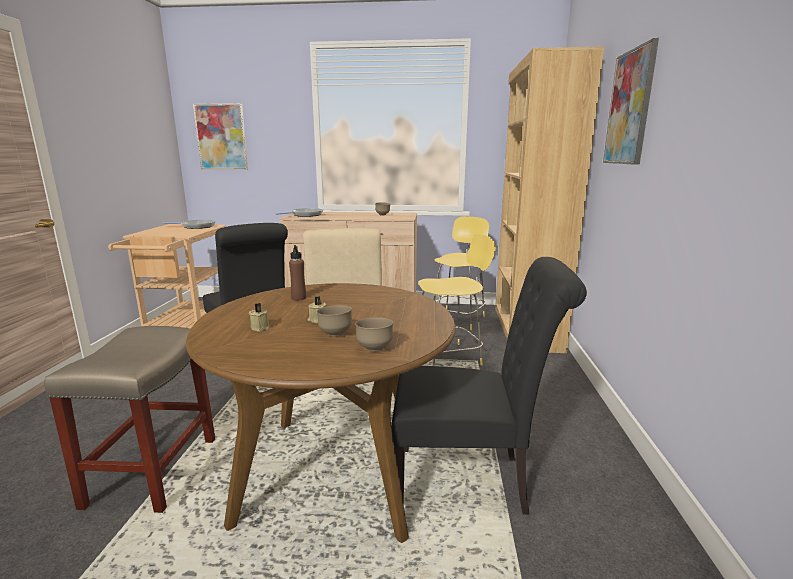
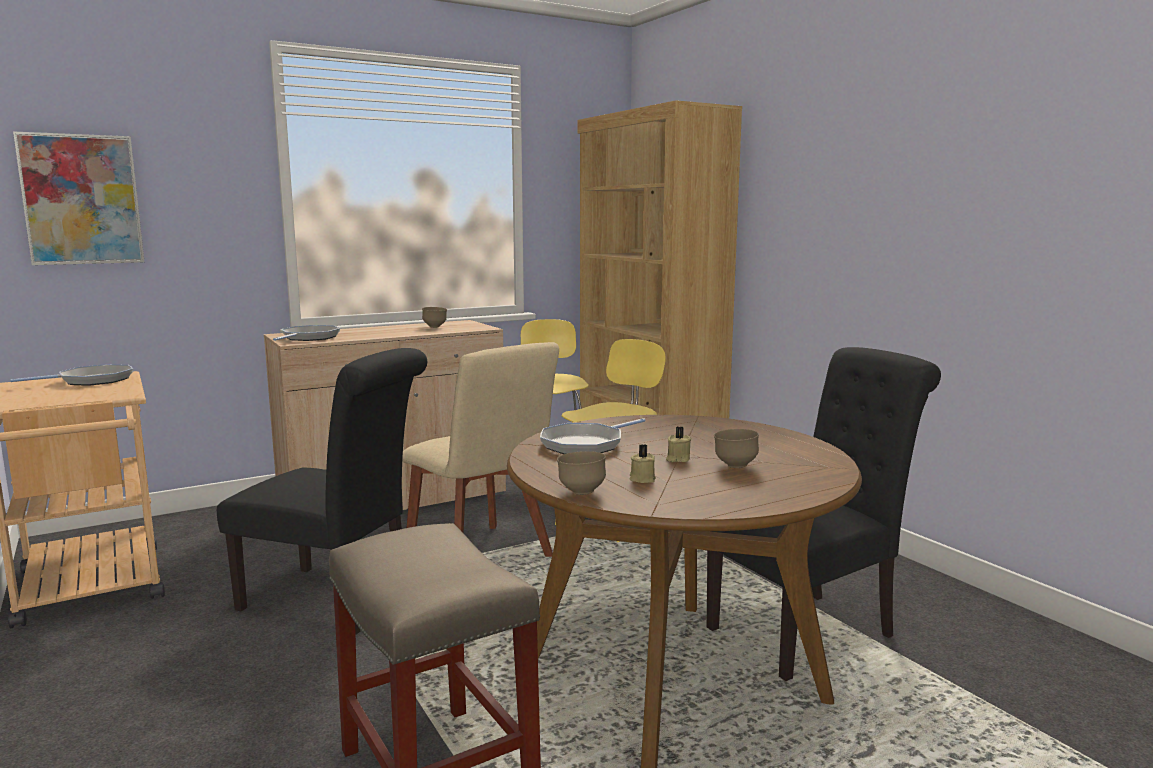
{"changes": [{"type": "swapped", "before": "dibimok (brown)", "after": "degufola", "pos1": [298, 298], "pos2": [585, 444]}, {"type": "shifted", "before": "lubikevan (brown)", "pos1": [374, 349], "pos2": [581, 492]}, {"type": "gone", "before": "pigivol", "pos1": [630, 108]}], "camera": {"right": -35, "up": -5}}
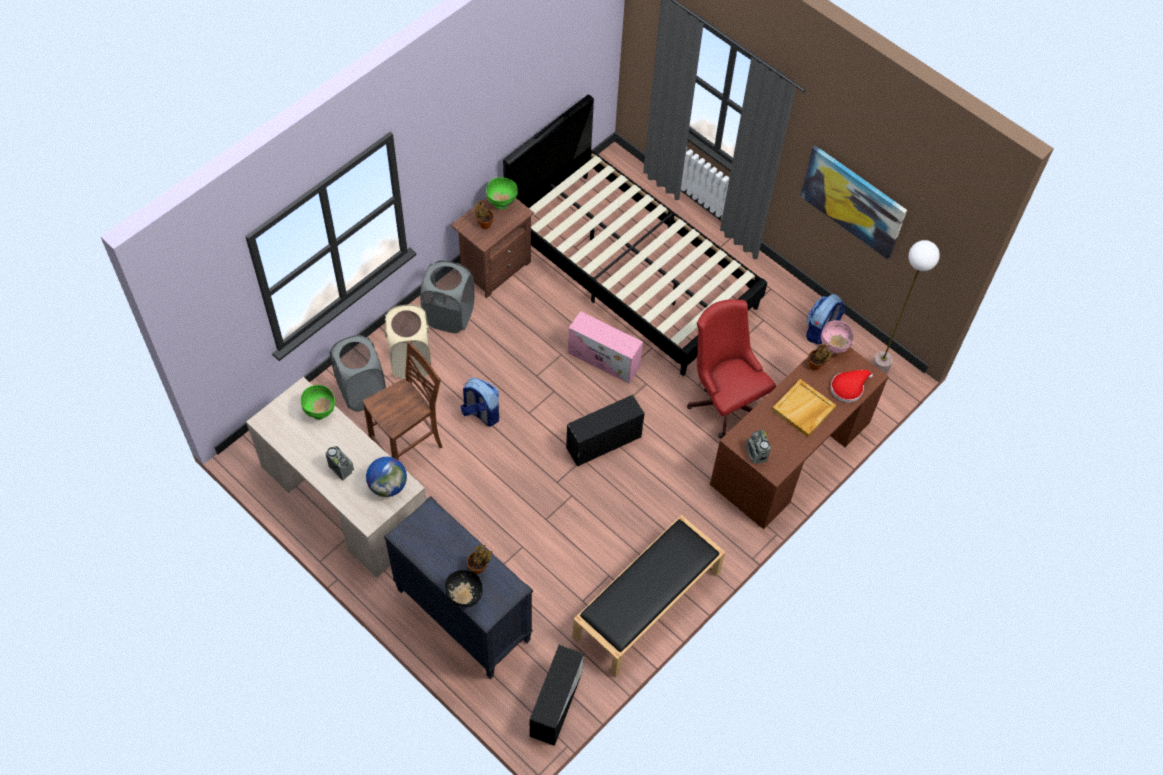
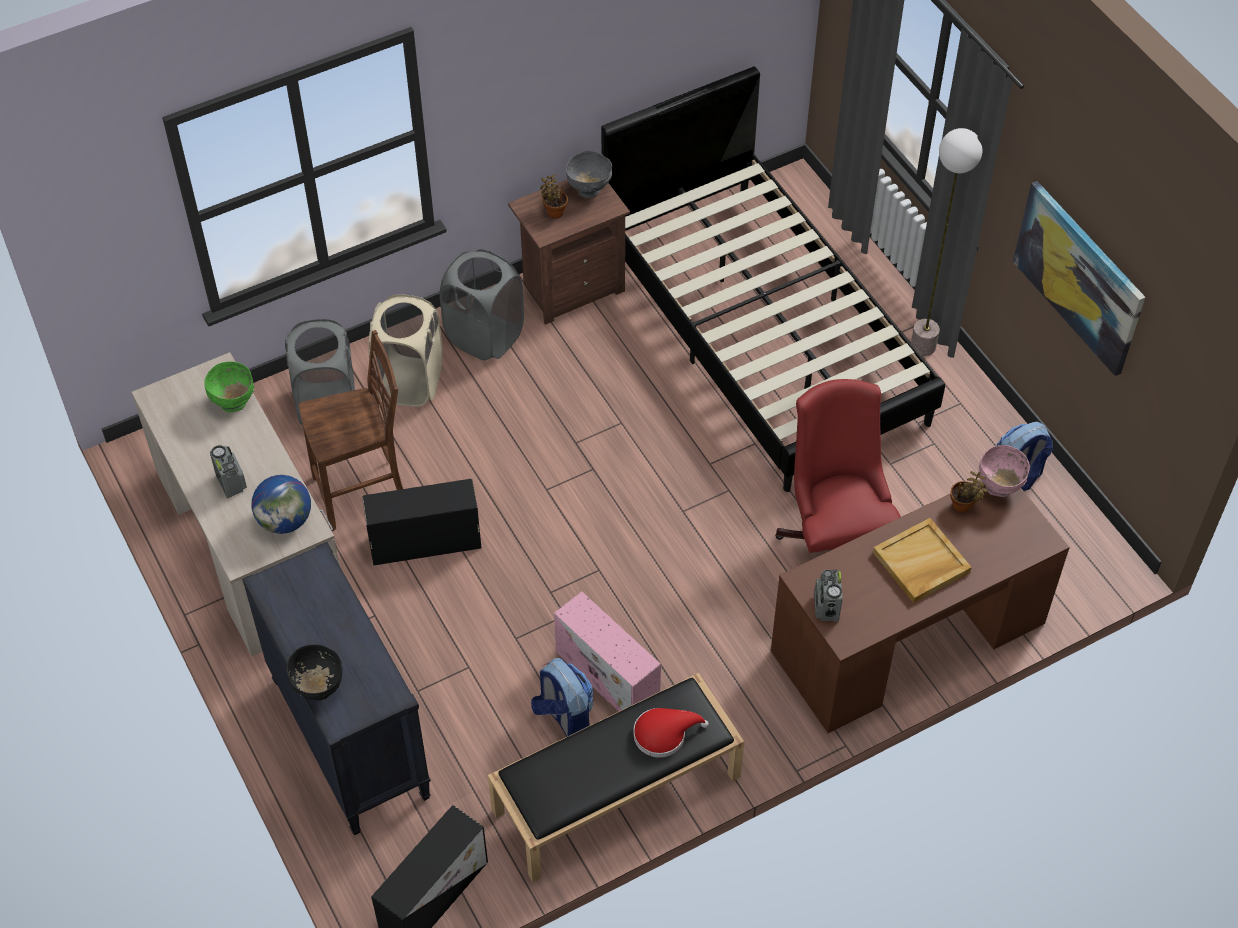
{"changes": [{"type": "shifted", "before": "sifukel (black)", "pos1": [602, 443], "pos2": [423, 542]}, {"type": "shifted", "before": "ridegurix", "pos1": [481, 413], "pos2": [564, 716]}, {"type": "shifted", "before": "sifukel (pink)", "pos1": [604, 360], "pos2": [608, 678]}, {"type": "repainted", "before": "lubikevan (green)", "after": "lubikevan (grey)", "pos1": [501, 203], "pos2": [589, 190]}, {"type": "shifted", "before": "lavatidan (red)", "pos1": [848, 387], "pos2": [664, 734]}, {"type": "shifted", "before": "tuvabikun", "pos1": [880, 369], "pos2": [923, 346]}, {"type": "gone", "before": "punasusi", "pos1": [479, 567]}], "camera": {"right": 20, "up": -5}}
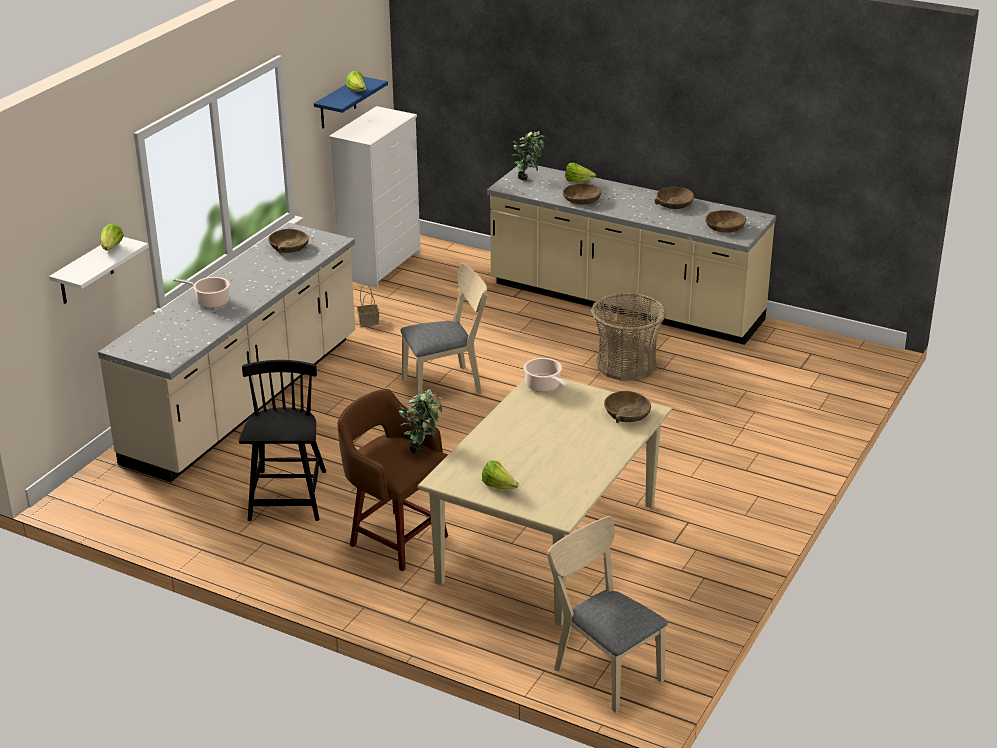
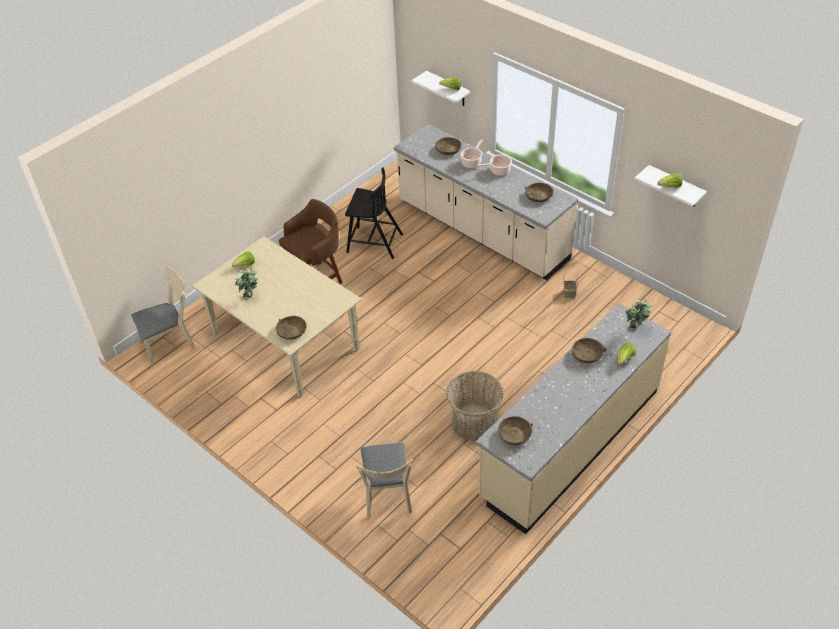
{"changes": [{"type": "shifted", "before": "punasusi", "pos1": [422, 448], "pos2": [250, 298]}, {"type": "shifted", "before": "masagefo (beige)", "pos1": [448, 384], "pos2": [387, 497]}, {"type": "shifted", "before": "lubikevan (brown)", "pos1": [674, 204], "pos2": [448, 149]}, {"type": "shifted", "before": "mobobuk", "pos1": [544, 386], "pos2": [498, 171]}, {"type": "repainted", "before": "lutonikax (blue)", "after": "lutonikax (white)", "pos1": [338, 103], "pos2": [675, 187]}, {"type": "gone", "before": "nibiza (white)", "pos1": [381, 265]}], "camera": {"right": 105, "up": 15}}
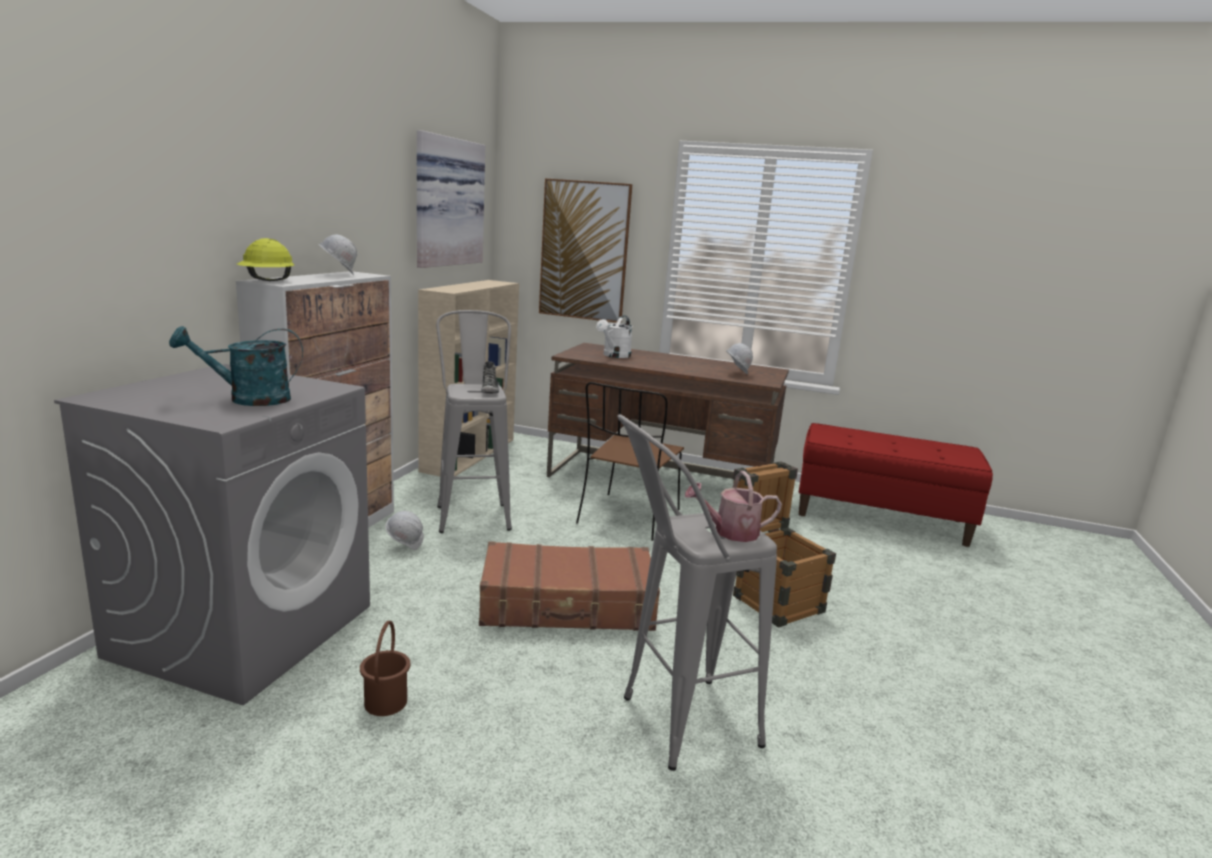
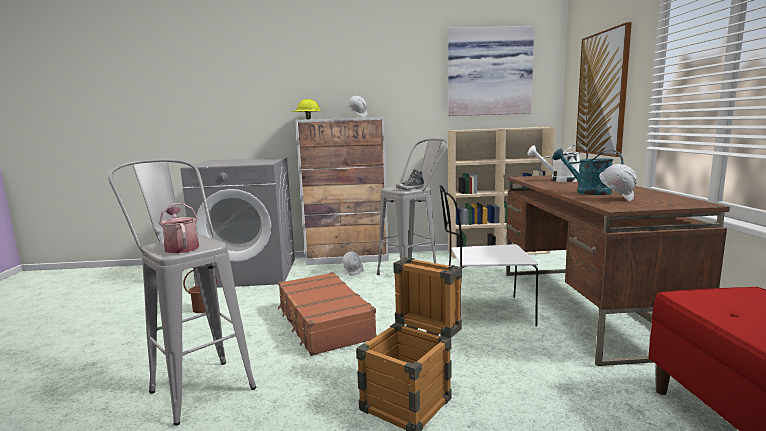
{"changes": [{"type": "repainted", "before": "masagefo (brown)", "after": "masagefo (white)", "pos1": [628, 518], "pos2": [483, 312]}, {"type": "shifted", "before": "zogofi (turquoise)", "pos1": [248, 399], "pos2": [587, 192]}], "camera": {"right": 70, "up": -5}}
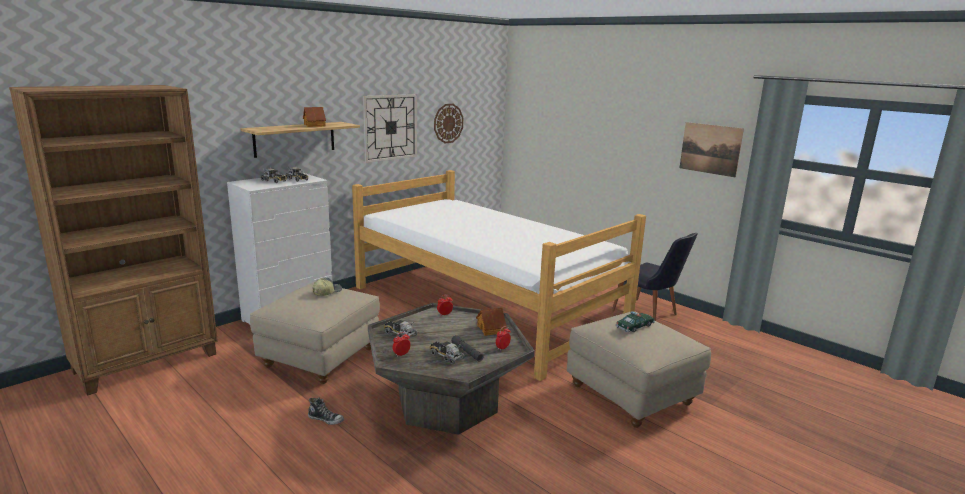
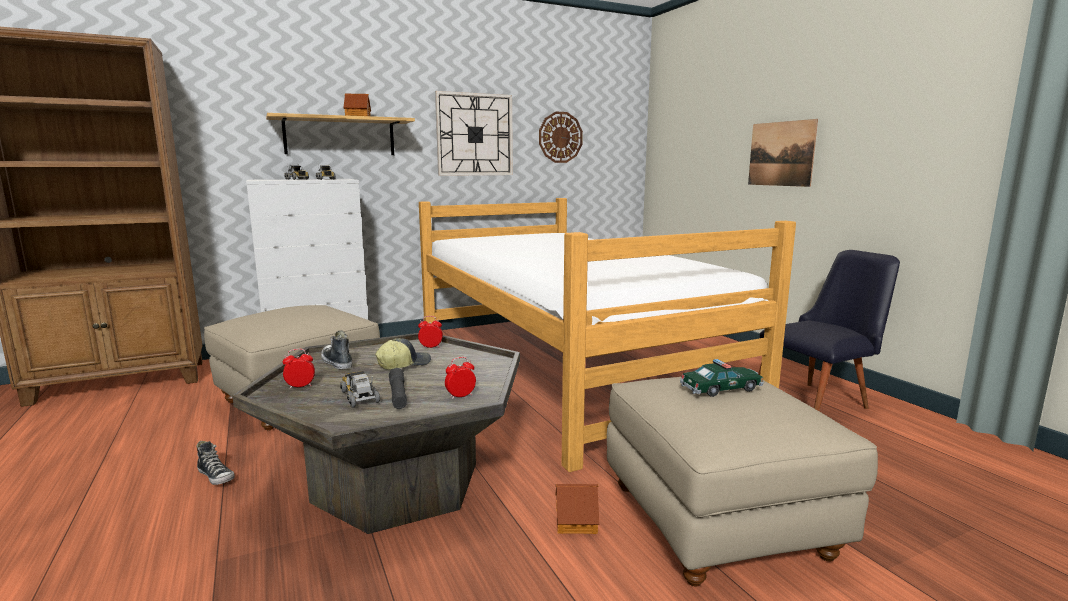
{"changes": [{"type": "swapped", "before": "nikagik", "after": "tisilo", "pos1": [399, 334], "pos2": [336, 362]}, {"type": "shifted", "before": "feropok", "pos1": [327, 292], "pos2": [403, 364]}, {"type": "shifted", "before": "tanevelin", "pos1": [491, 329], "pos2": [577, 520]}, {"type": "shifted", "before": "pigivol", "pos1": [710, 149], "pos2": [781, 154]}, {"type": "rotated", "before": "masagefo (black)", "pos1": [649, 314], "pos2": [819, 401], "turn": -90}], "camera": {"right": 20, "up": -5}}
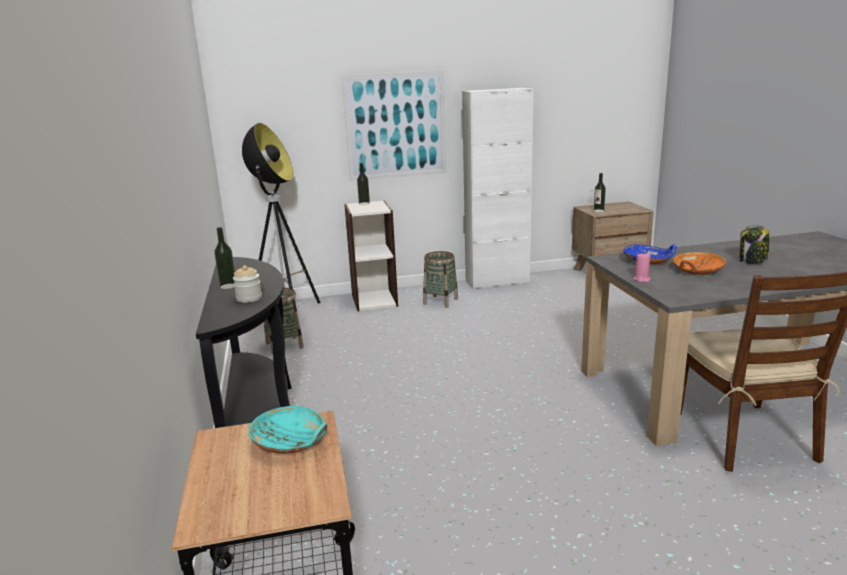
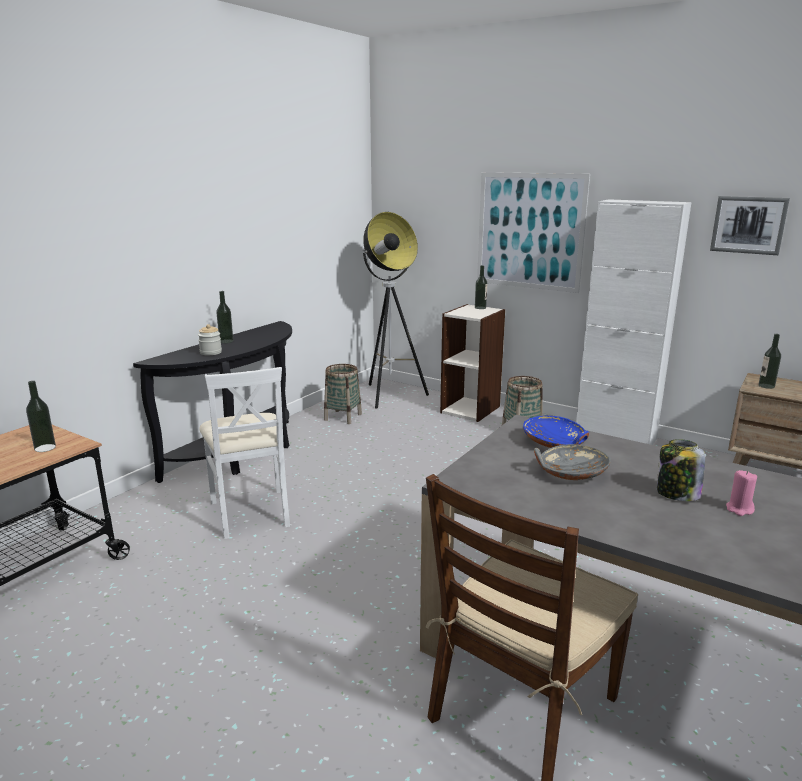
{"changes": [{"type": "swapped", "before": "lubikevan (turquoise)", "after": "dibimok", "pos1": [291, 442], "pos2": [45, 448]}, {"type": "new", "after": "masagefo (white)", "pos2": [251, 512]}, {"type": "repainted", "before": "lubikevan (orange)", "after": "lubikevan (grey)", "pos1": [697, 271], "pos2": [570, 473]}, {"type": "new", "after": "pigivol", "pos2": [748, 225]}, {"type": "shifted", "before": "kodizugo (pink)", "pos1": [642, 279], "pos2": [739, 509]}], "camera": {"right": 45, "up": 0}}
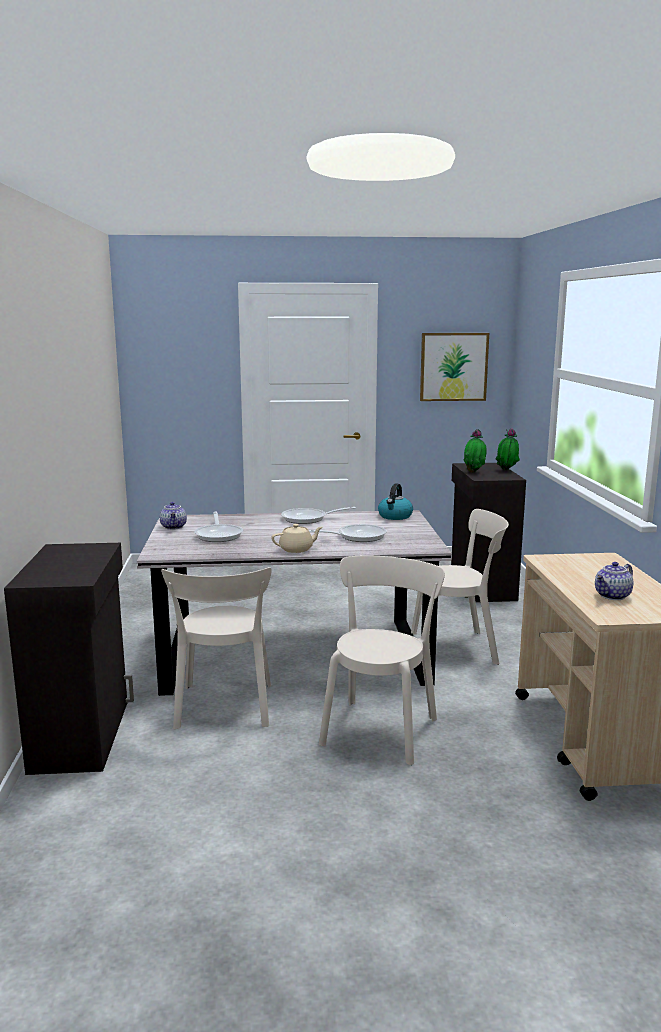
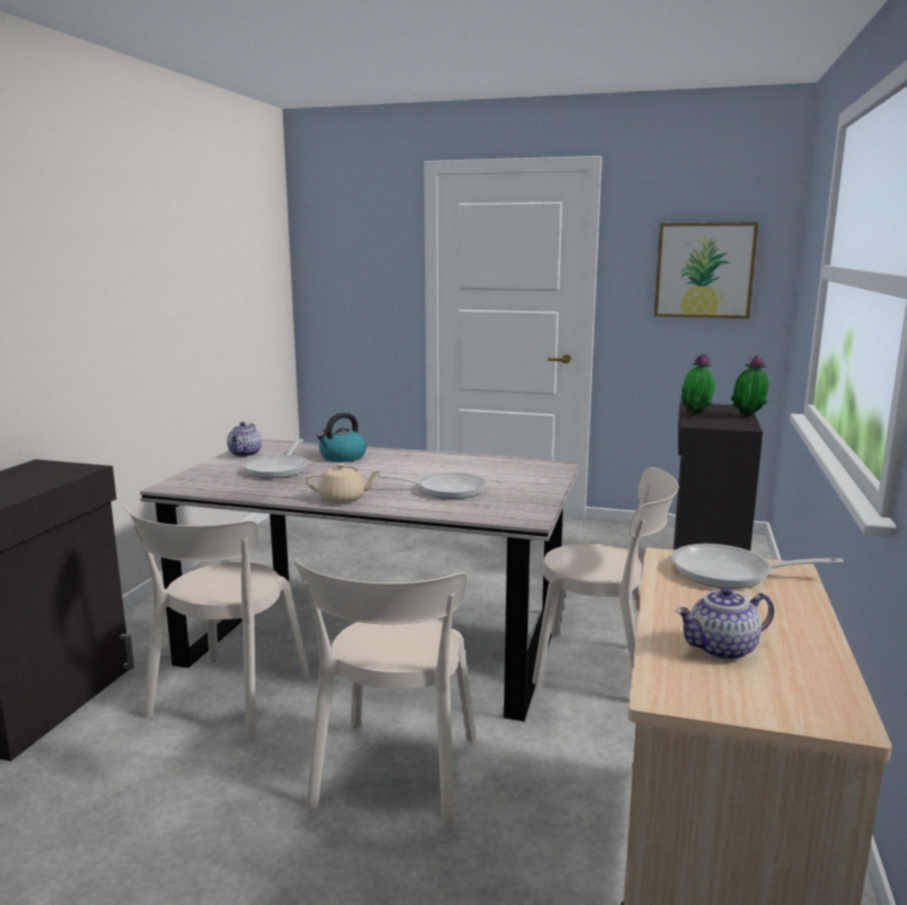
{"changes": [{"type": "rotated", "before": "masagefo (beige)", "pos1": [381, 728], "pos2": [394, 778], "turn": 150}, {"type": "shifted", "before": "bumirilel", "pos1": [395, 516], "pos2": [342, 457]}, {"type": "shifted", "before": "degufola", "pos1": [308, 519], "pos2": [730, 573]}], "camera": {"right": 20, "up": 0}}
